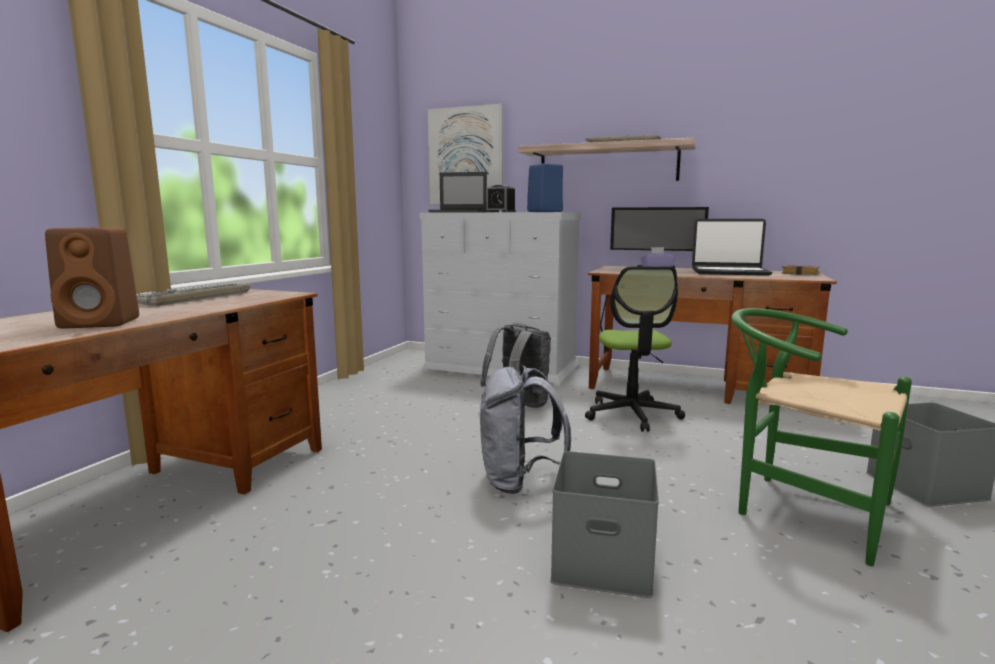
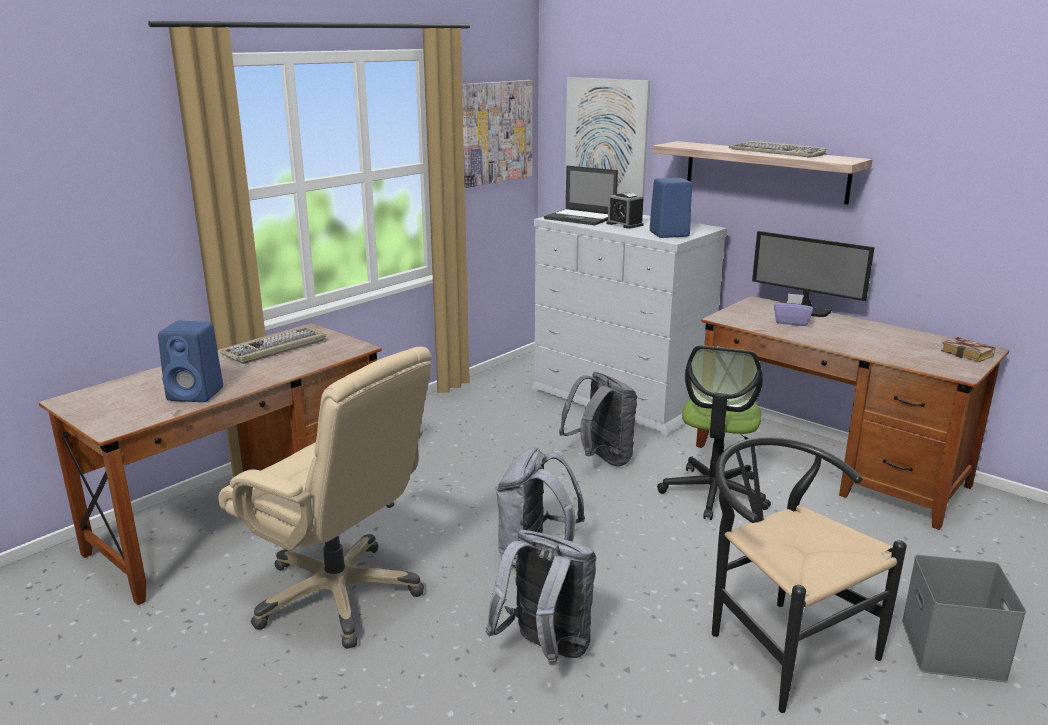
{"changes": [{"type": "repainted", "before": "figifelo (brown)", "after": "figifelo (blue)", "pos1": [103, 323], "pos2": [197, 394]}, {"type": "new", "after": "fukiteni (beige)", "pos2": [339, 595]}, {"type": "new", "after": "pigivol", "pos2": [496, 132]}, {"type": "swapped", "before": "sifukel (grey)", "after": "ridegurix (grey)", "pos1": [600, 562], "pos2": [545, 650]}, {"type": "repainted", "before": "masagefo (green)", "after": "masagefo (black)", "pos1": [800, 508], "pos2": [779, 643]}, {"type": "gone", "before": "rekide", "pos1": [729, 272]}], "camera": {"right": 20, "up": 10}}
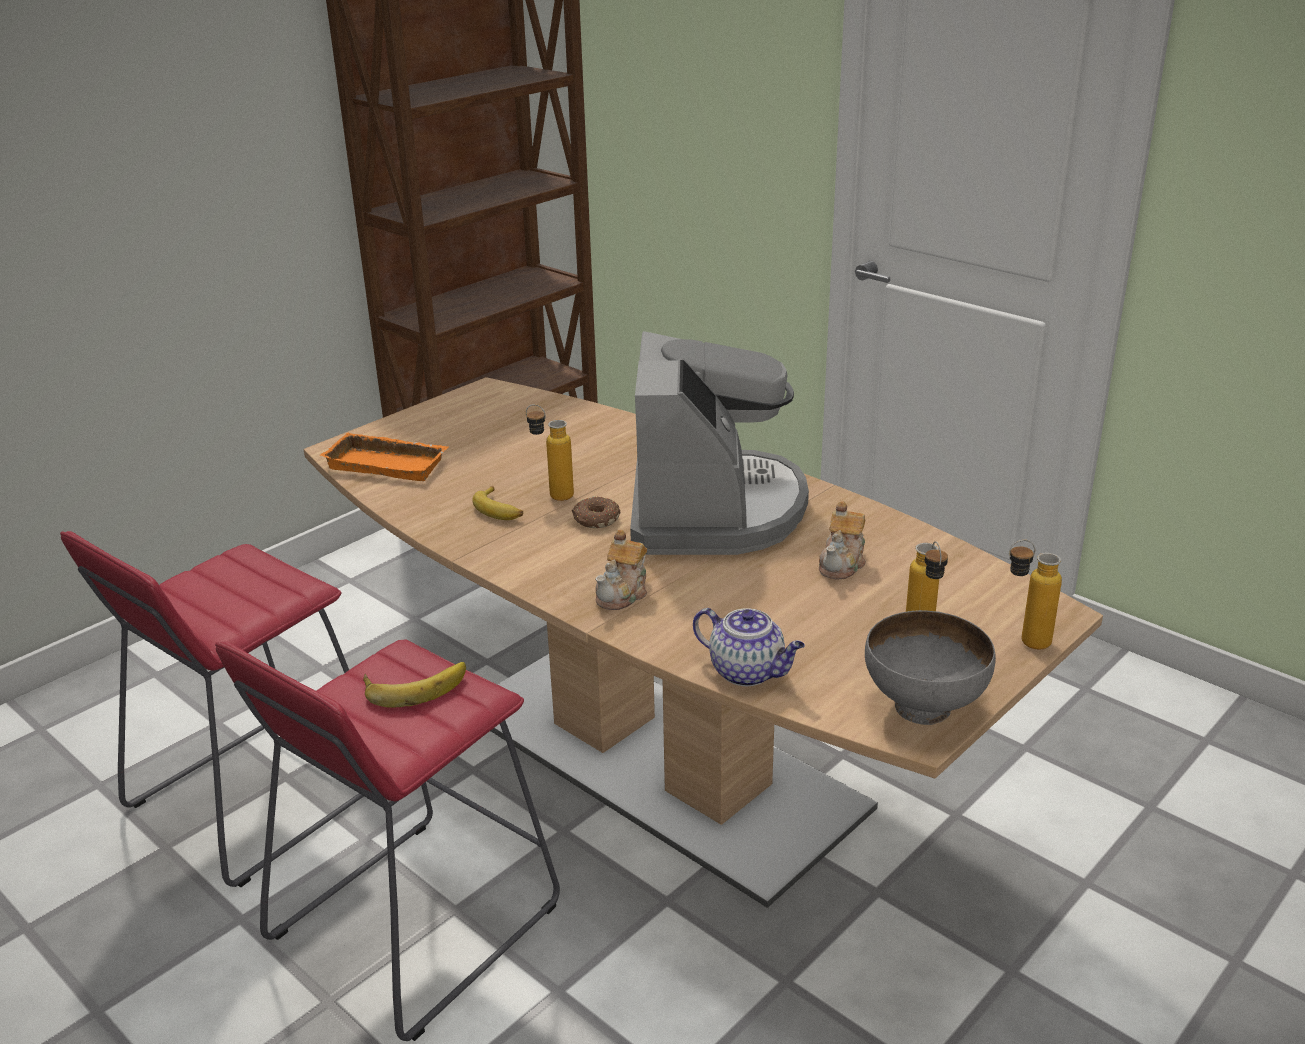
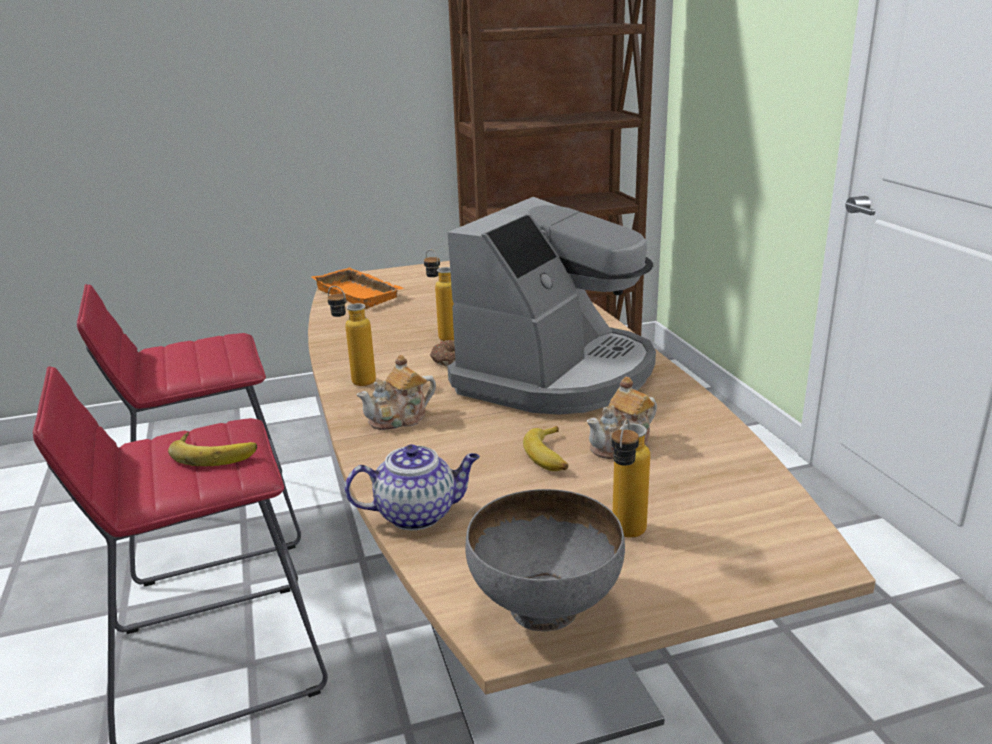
{"changes": [{"type": "shifted", "before": "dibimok", "pos1": [1023, 643], "pos2": [355, 380]}, {"type": "rotated", "before": "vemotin", "pos1": [748, 672], "pos2": [418, 514], "turn": -75}, {"type": "shifted", "before": "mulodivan", "pos1": [499, 510], "pos2": [550, 456]}], "camera": {"right": 30, "up": -5}}
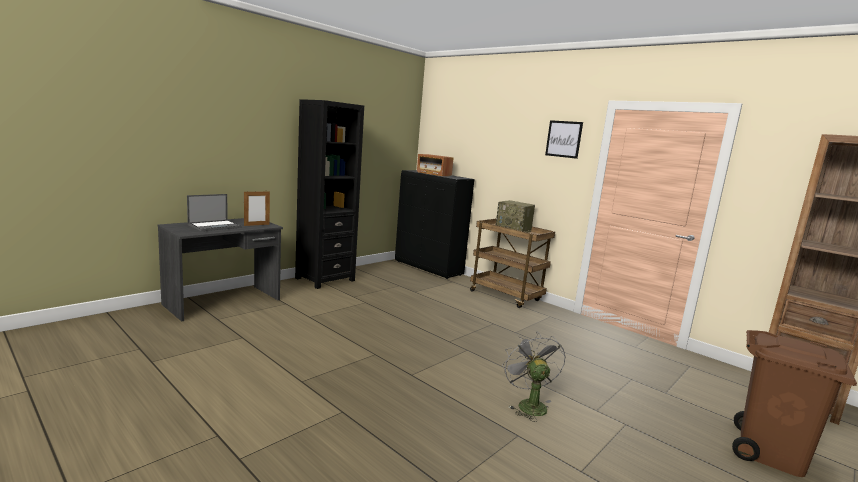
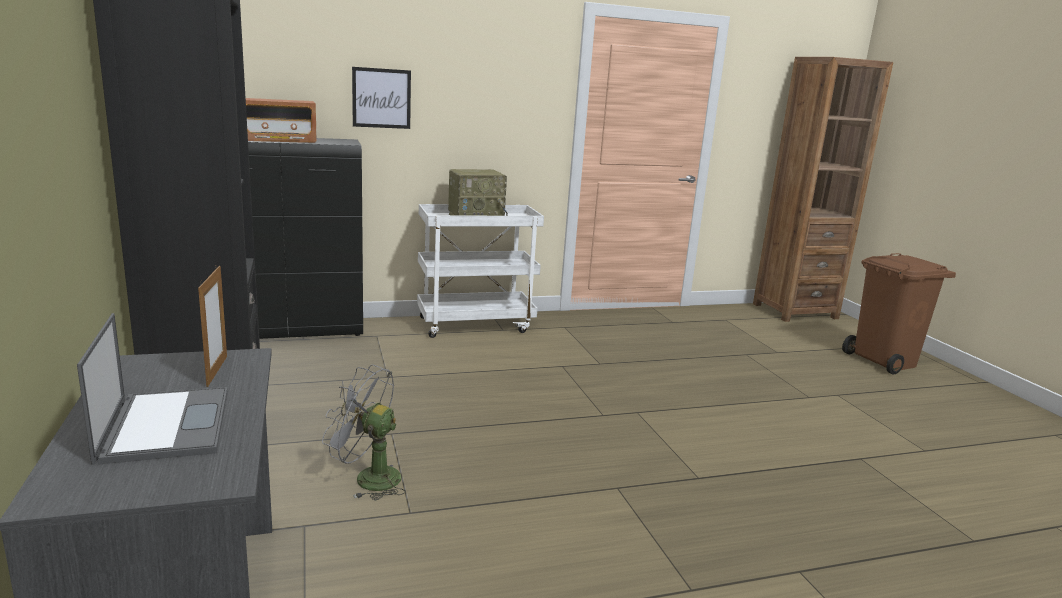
{"changes": [{"type": "shifted", "before": "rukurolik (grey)", "pos1": [528, 404], "pos2": [368, 478]}, {"type": "shifted", "before": "pigivol", "pos1": [563, 139], "pos2": [381, 98]}, {"type": "repainted", "before": "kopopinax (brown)", "after": "kopopinax (white)", "pos1": [506, 296], "pos2": [476, 324]}], "camera": {"right": -60, "up": 5}}
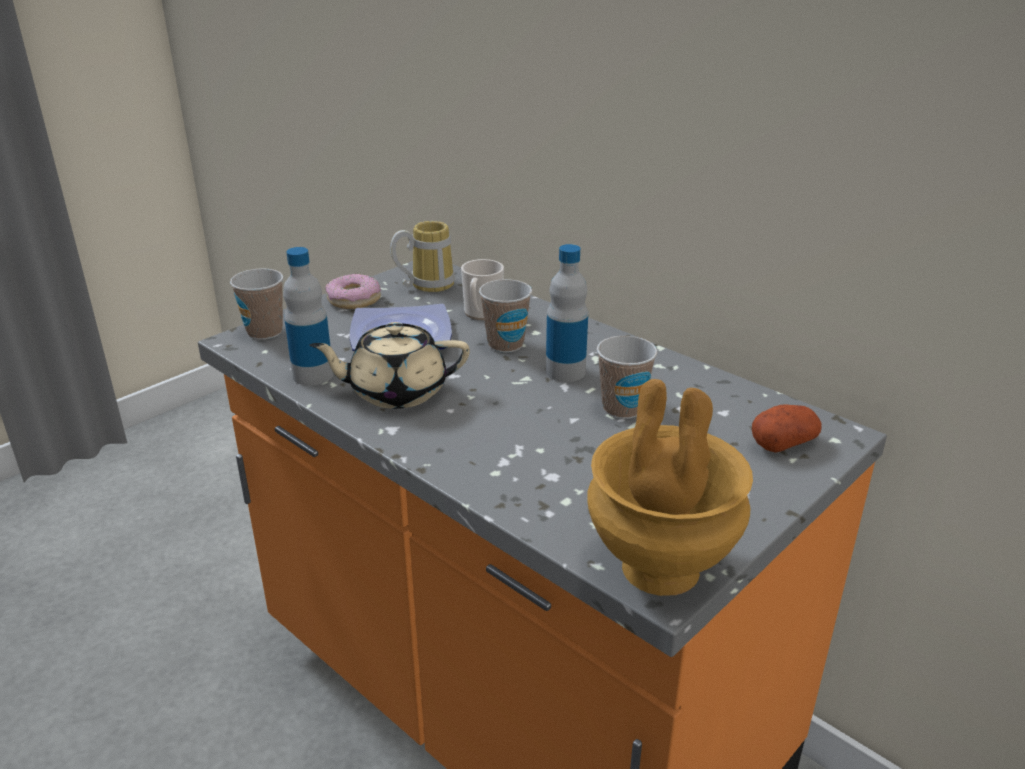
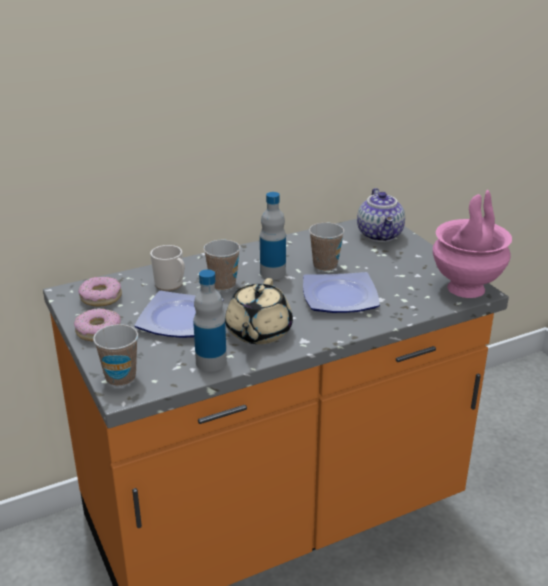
{"changes": [{"type": "swapped", "before": "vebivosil", "after": "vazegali", "pos1": [426, 284], "pos2": [101, 297]}, {"type": "new", "after": "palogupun", "pos2": [341, 298]}, {"type": "swapped", "before": "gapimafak", "after": "vemotin", "pos1": [783, 443], "pos2": [381, 235]}, {"type": "repainted", "before": "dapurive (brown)", "after": "dapurive (pink)", "pos1": [658, 568], "pos2": [466, 289]}], "camera": {"right": -70, "up": 0}}
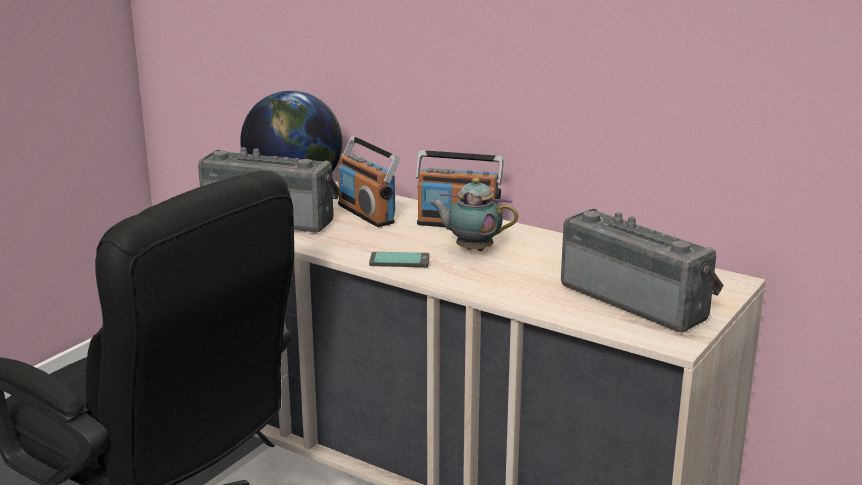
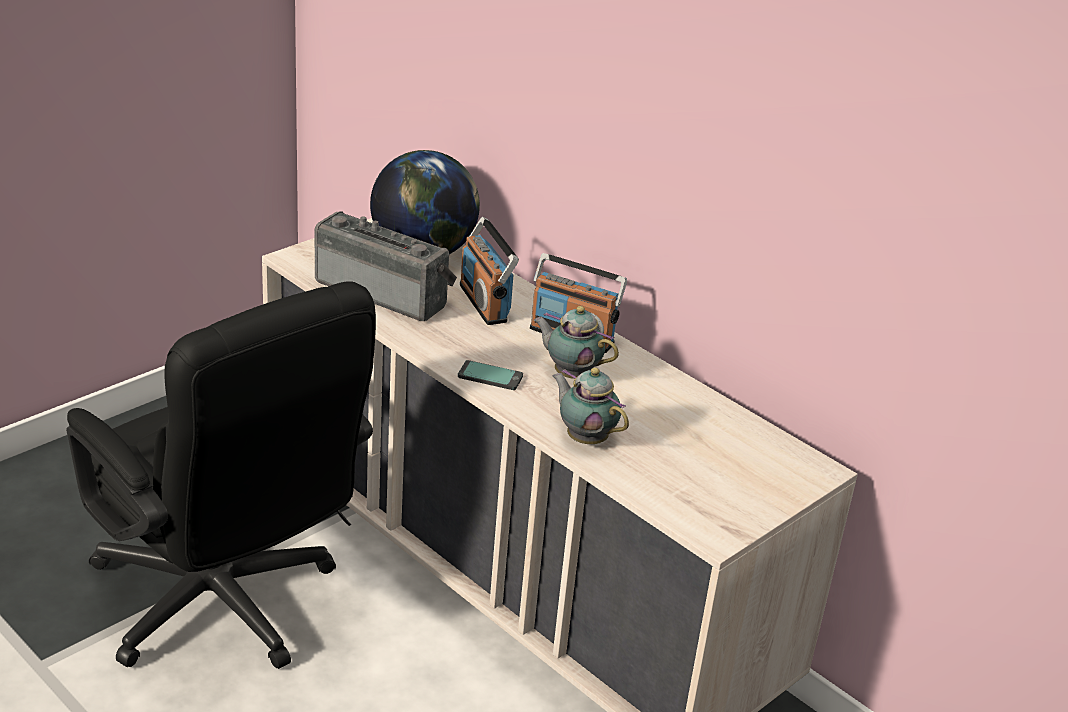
{"changes": [{"type": "new", "after": "vemotin", "pos2": [585, 438]}, {"type": "gone", "before": "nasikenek", "pos1": [638, 300]}], "camera": {"right": 10, "up": 10}}
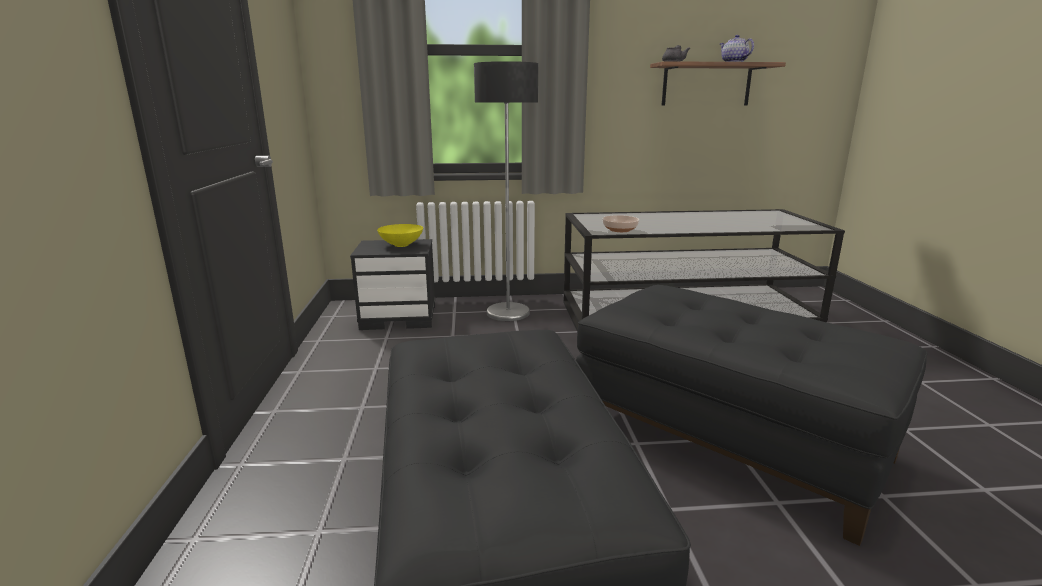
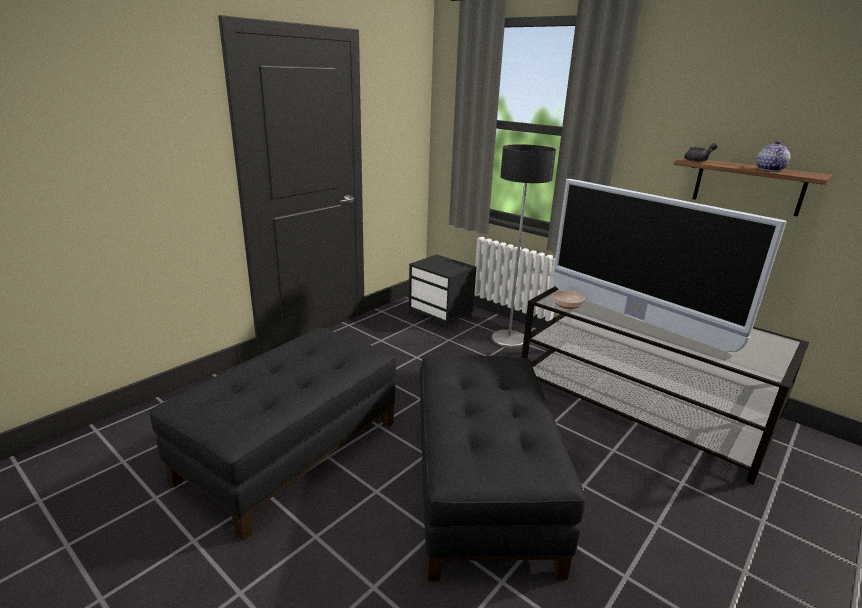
{"changes": [{"type": "new", "after": "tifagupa", "pos2": [635, 317]}, {"type": "gone", "before": "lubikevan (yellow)", "pos1": [401, 245]}], "camera": {"right": 45, "up": 5}}
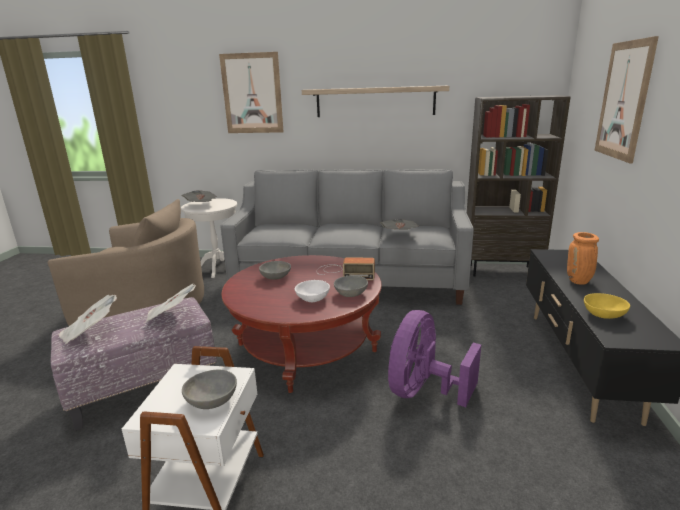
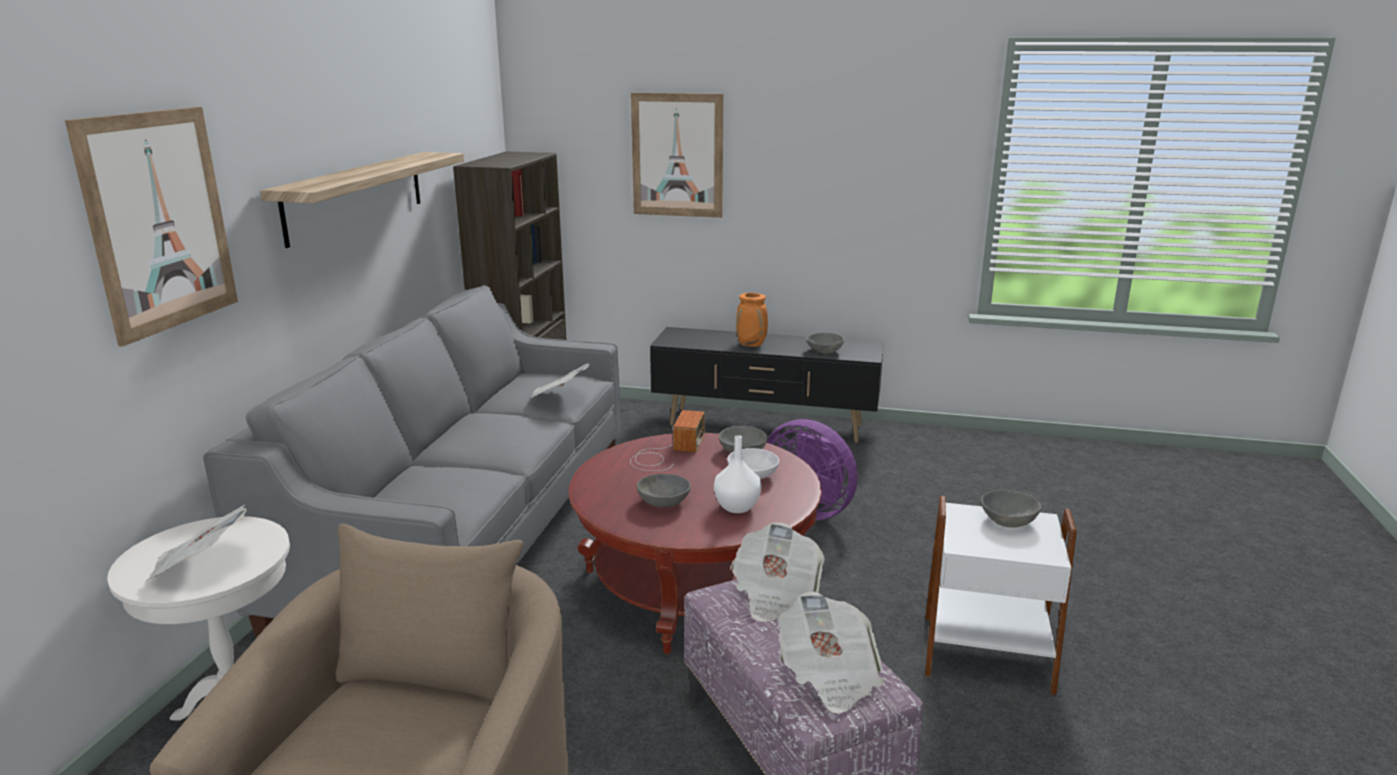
{"changes": [{"type": "new", "after": "dapurive (white)", "pos2": [737, 507]}, {"type": "repainted", "before": "lubikevan (yellow)", "after": "lubikevan (grey)", "pos1": [603, 314], "pos2": [824, 351]}], "camera": {"right": -85, "up": 0}}
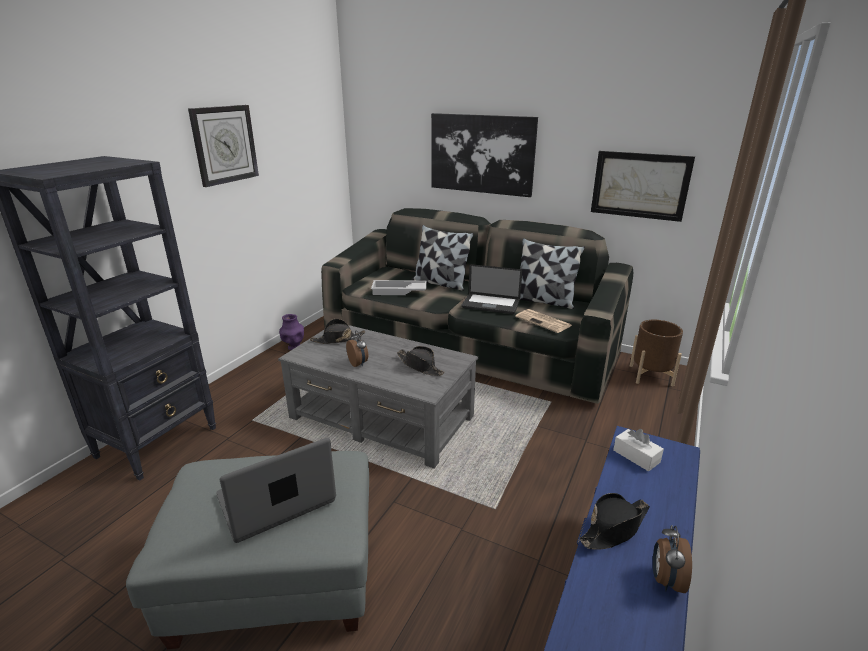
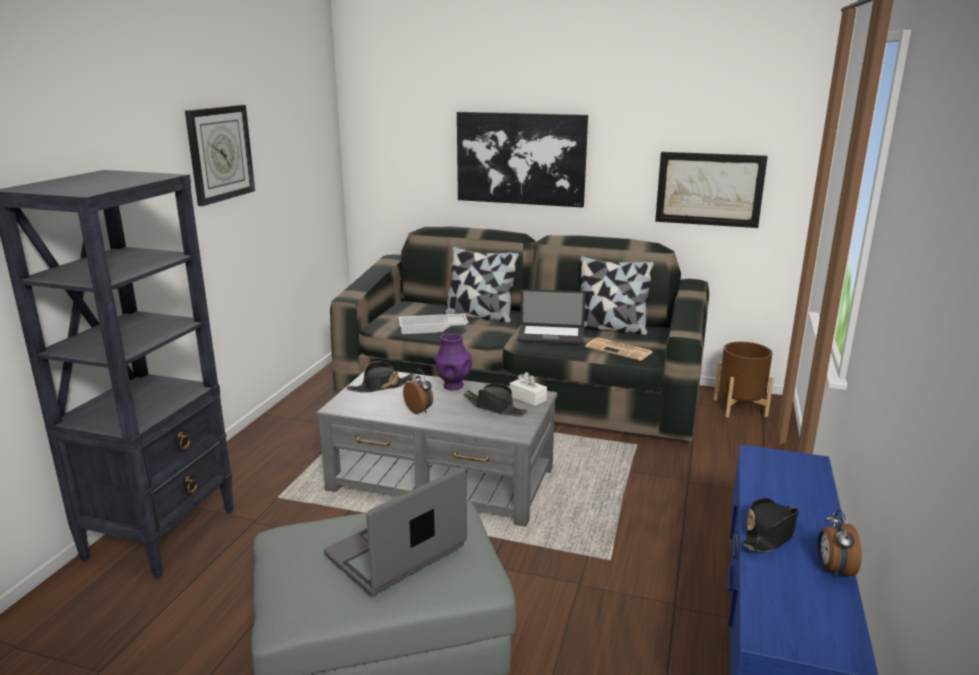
{"changes": [{"type": "shifted", "before": "dapurive (purple)", "pos1": [294, 347], "pos2": [453, 386]}, {"type": "shifted", "before": "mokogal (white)", "pos1": [636, 456], "pos2": [527, 398]}], "camera": {"right": -10, "up": -5}}
